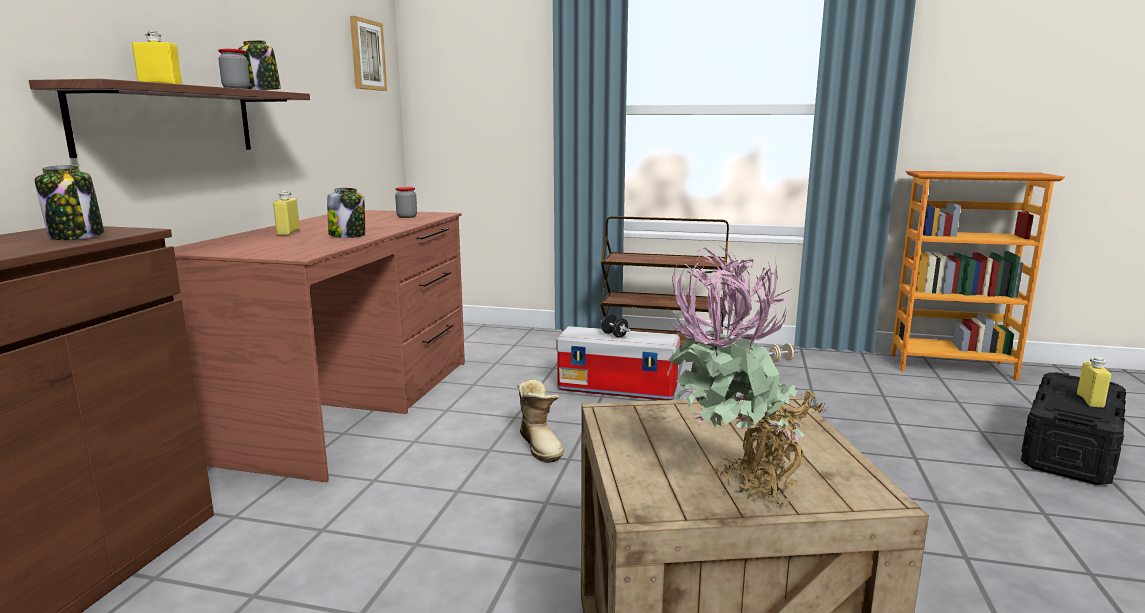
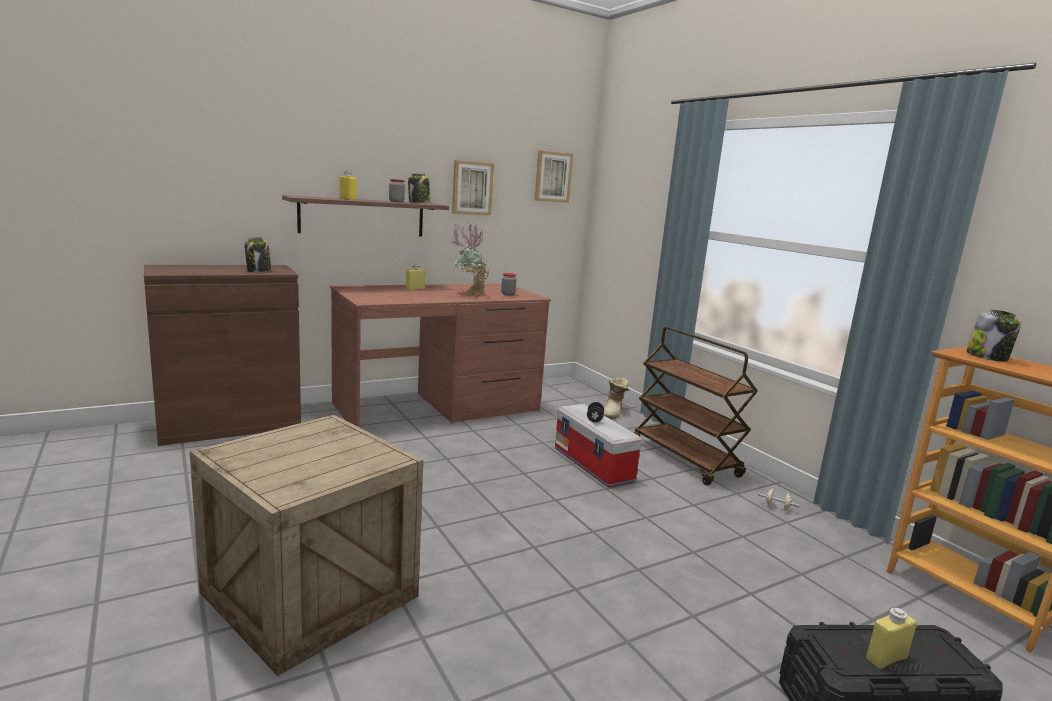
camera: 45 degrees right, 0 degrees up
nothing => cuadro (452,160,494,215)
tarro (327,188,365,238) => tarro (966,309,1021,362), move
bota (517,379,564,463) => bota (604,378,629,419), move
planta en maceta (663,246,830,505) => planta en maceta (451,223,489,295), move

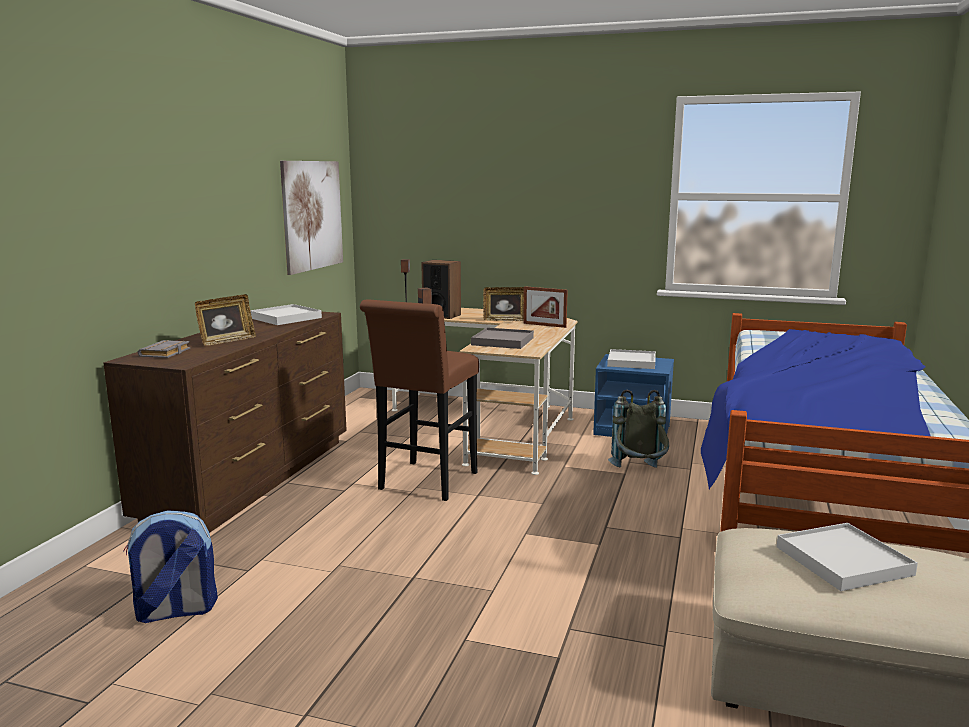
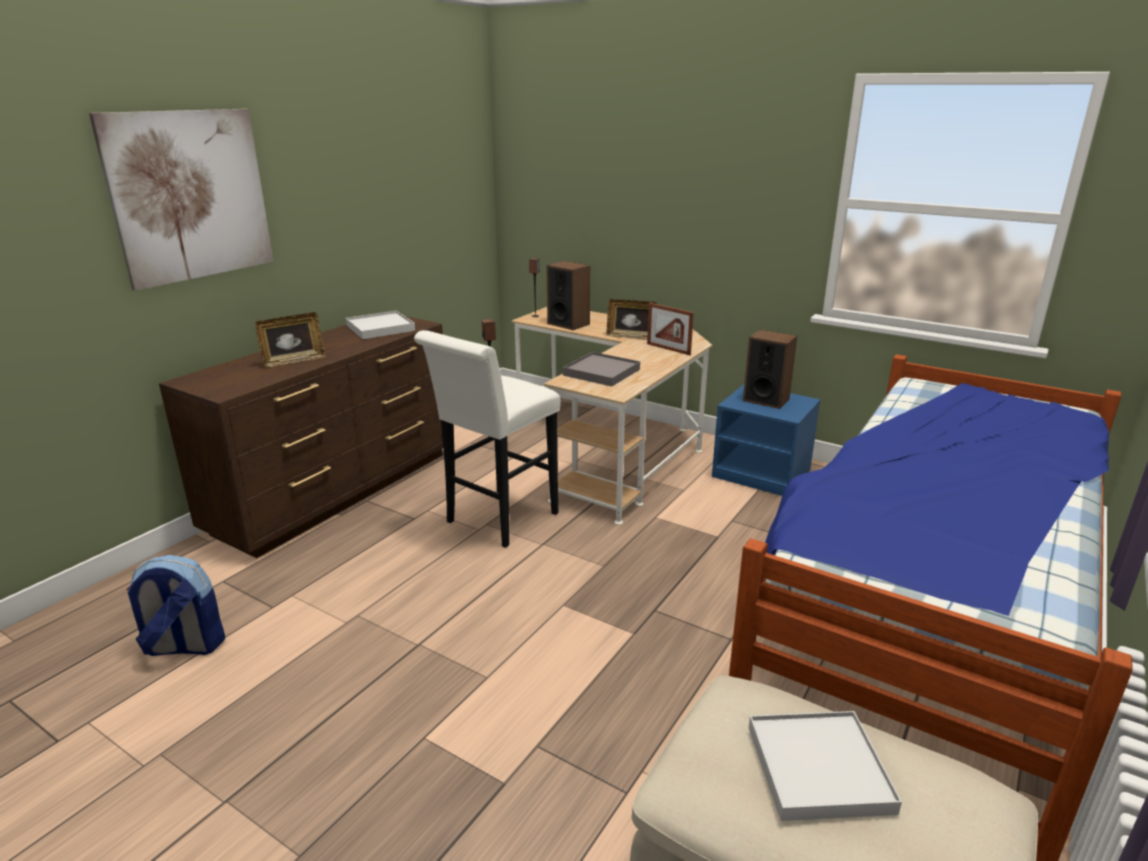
camera: 15 degrees right, 10 degrees up
libro (gris) (138,340,191,358) => nothing
mochila (gris) (608,390,669,468) => nothing
cuadro (280,161,343,275) => cuadro (89,109,274,291), move
bandeja (blanco) (607,349,656,369) => altavoz (743,330,797,409)
taburete (marrón) (360,299,479,501) => taburete (blanco) (414,330,561,548)

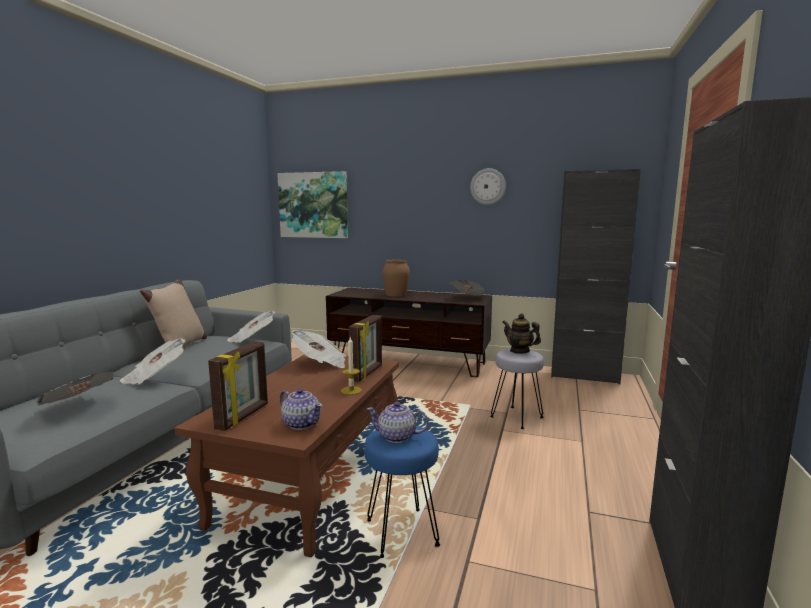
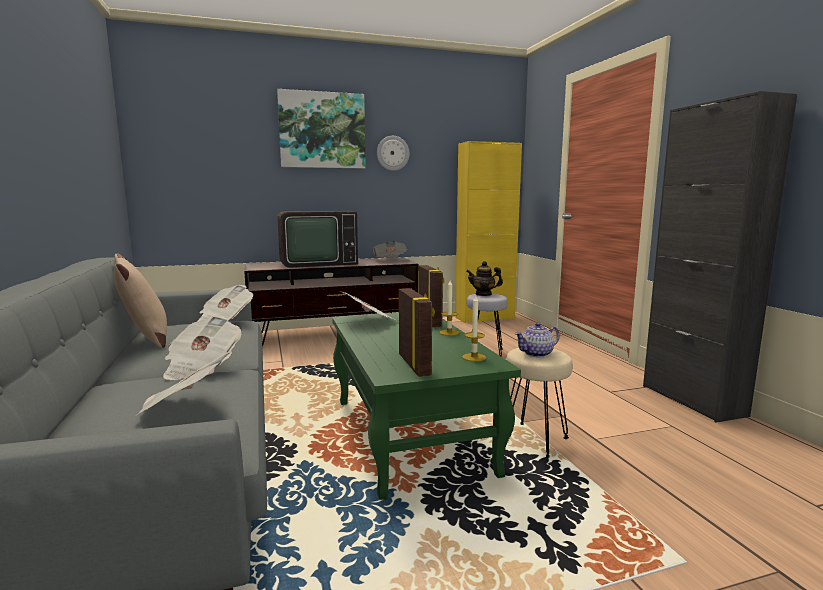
camera: 35 degrees left, 0 degrees up
cuadro (277,171,348,238) => cuadro (277,89,366,169), move
tetera (280,389,323,430) => vela (462,296,486,362)
florero (marrón) (382,260,410,297) => televisor (277,211,358,268)
mesa de centro (marrón) (175,355,399,557) => mesa de centro (verde) (332,313,521,500)
taburete (azul) (364,426,440,558) => taburete (beis) (506,348,573,458)
armario (negro) (551,169,641,384) => armario (amarillo) (455,141,522,323)

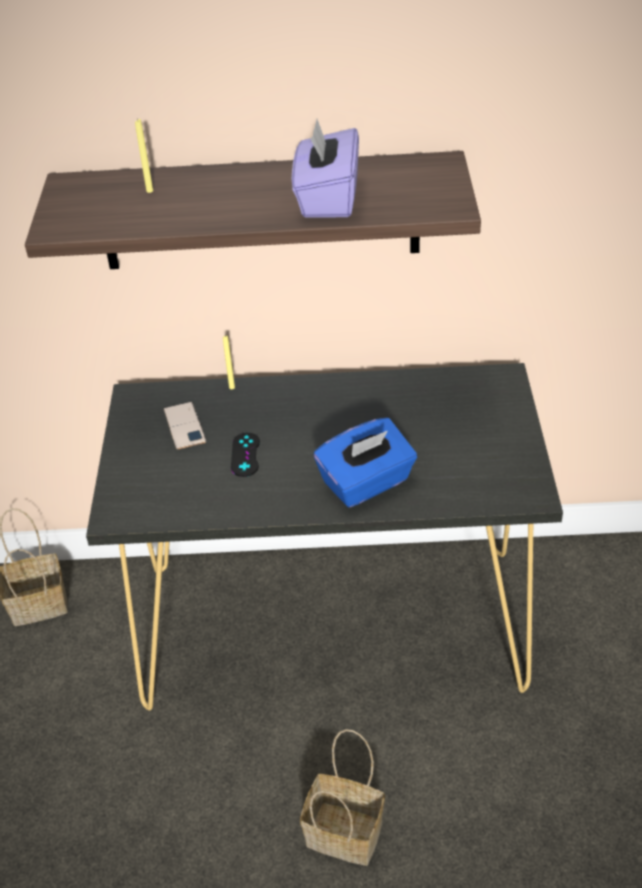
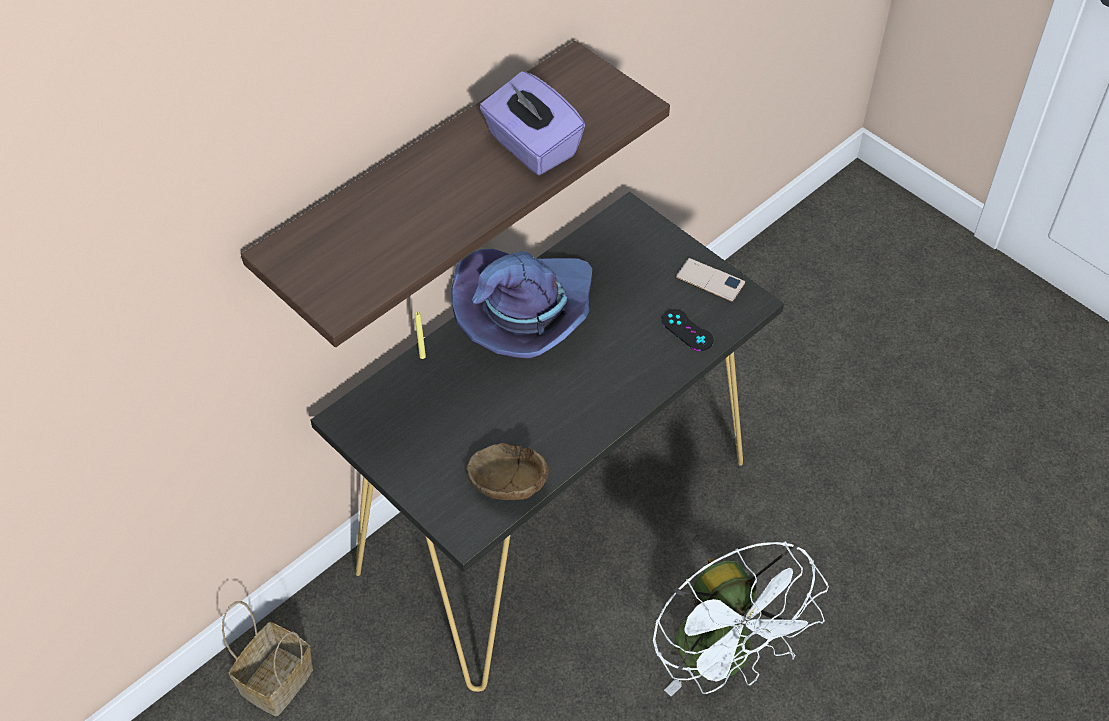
camera: 45 degrees left, 10 degrees up
vela (amarillo) (135,118,153,193) => nothing
caja de pañuelos (azul) (314,418,417,507) => nothing
nothing => sombrero (morado) (452,249,592,359)
nothing => cuenco (marrón) (466,443,549,500)
móvil (164,402,206,450) => móvil (676,258,746,302), move
mando de consola (negro) (231,433,260,477) => mando de consola (negro) (661,309,713,351), move
cesta (300,729,385,866) => ventilador (blanco) (653,542,829,696)

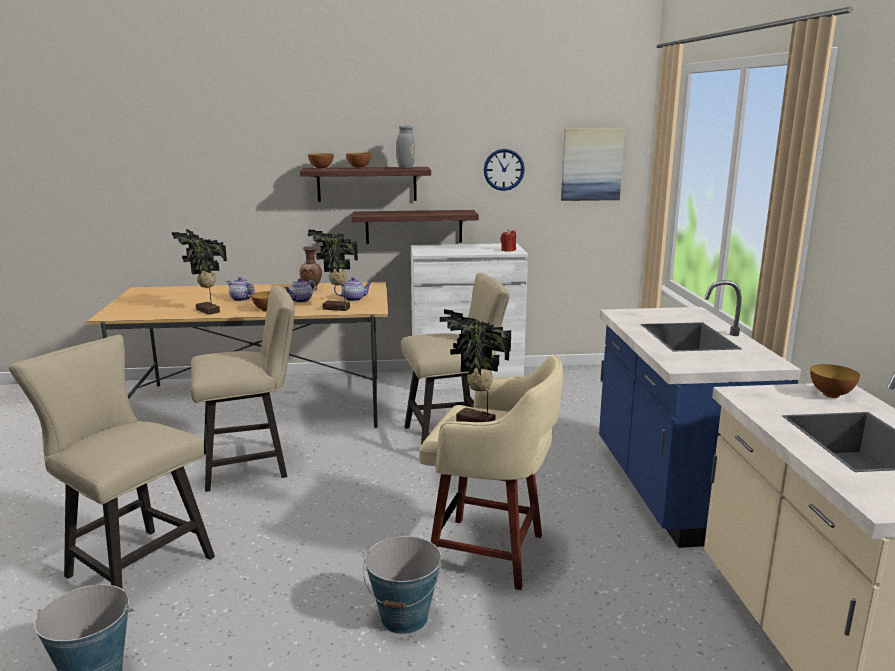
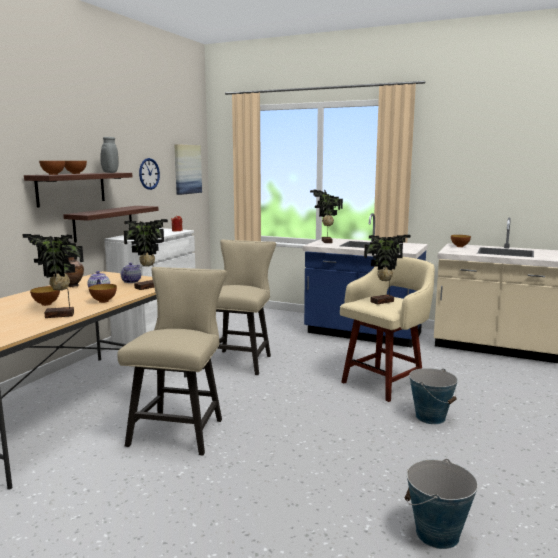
camera: 60 degrees left, 5 degrees down
silla (beis) (9,335,215,589) => nothing
nothing => planta en maceta (310,189,343,243)
tetera (227,277,255,301) => cuenco (30,286,60,306)

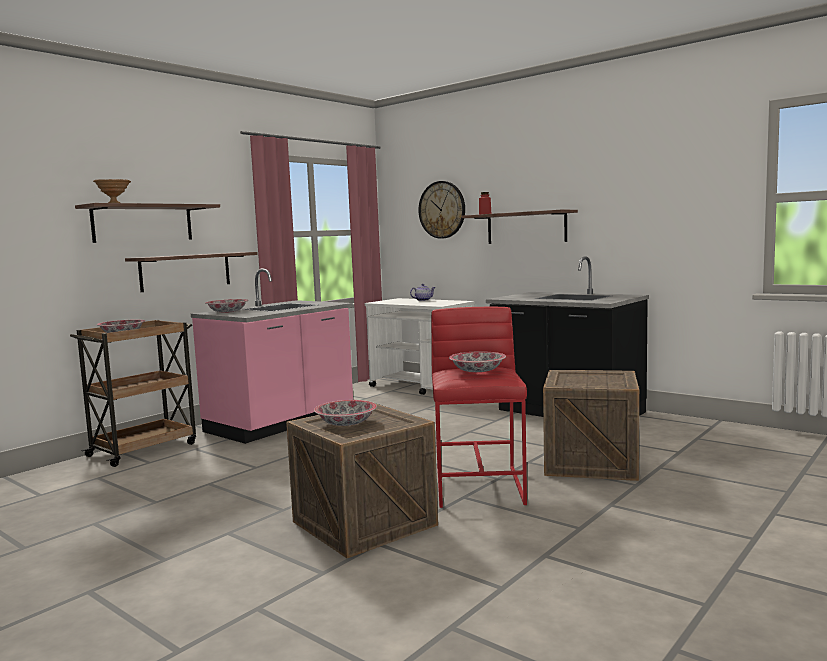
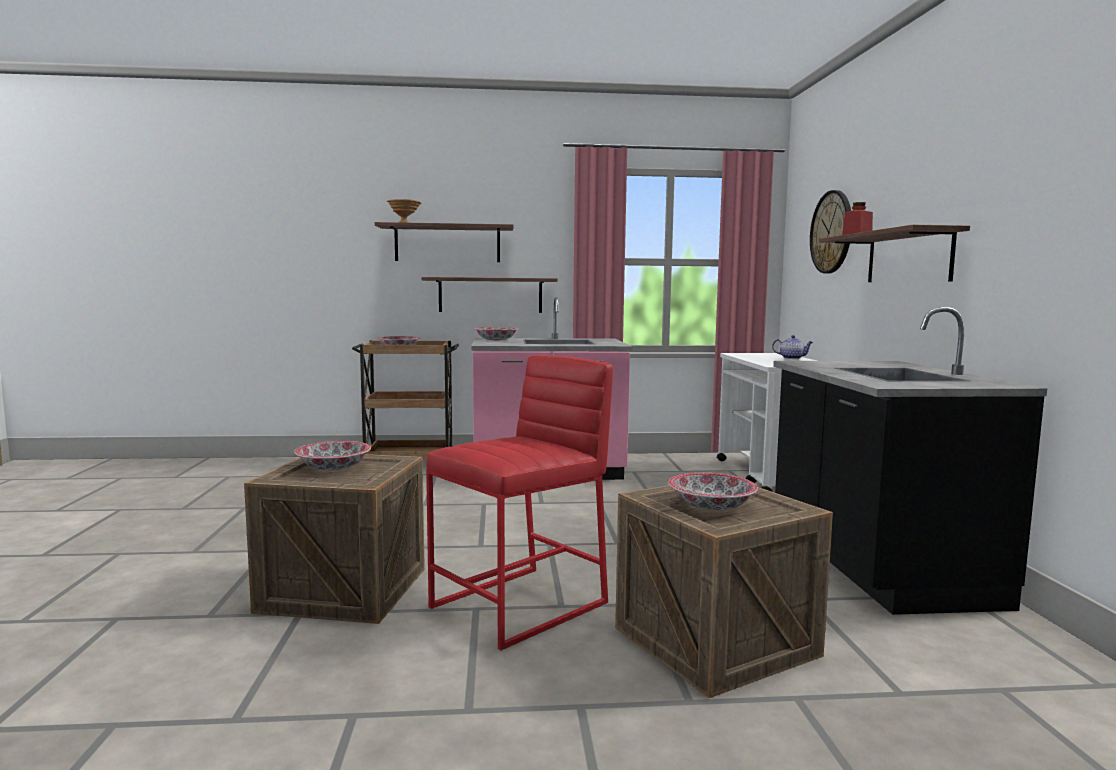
camera: 45 degrees right, 0 degrees up
cuenco (449,351,506,372) => cuenco (668,473,758,510), move

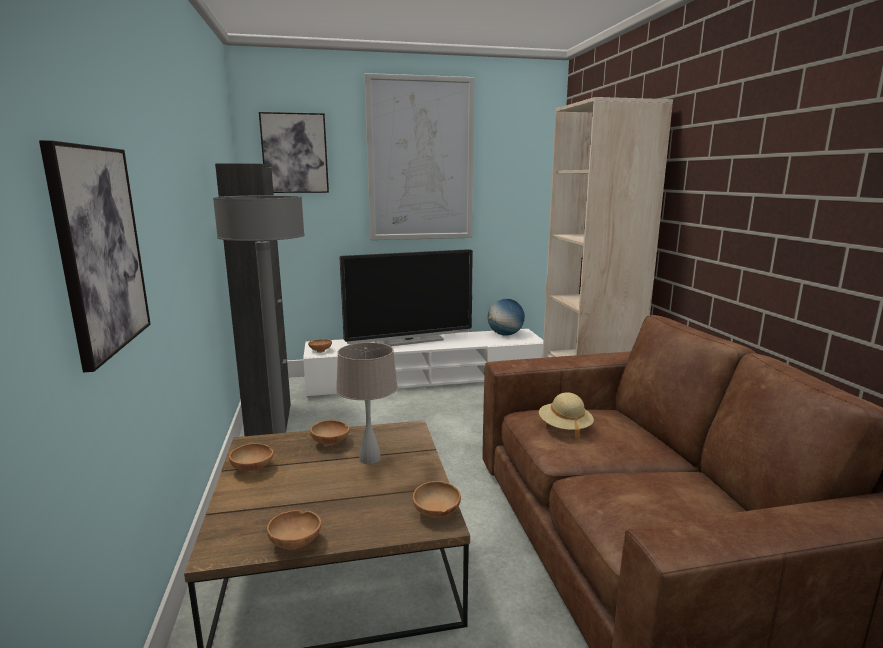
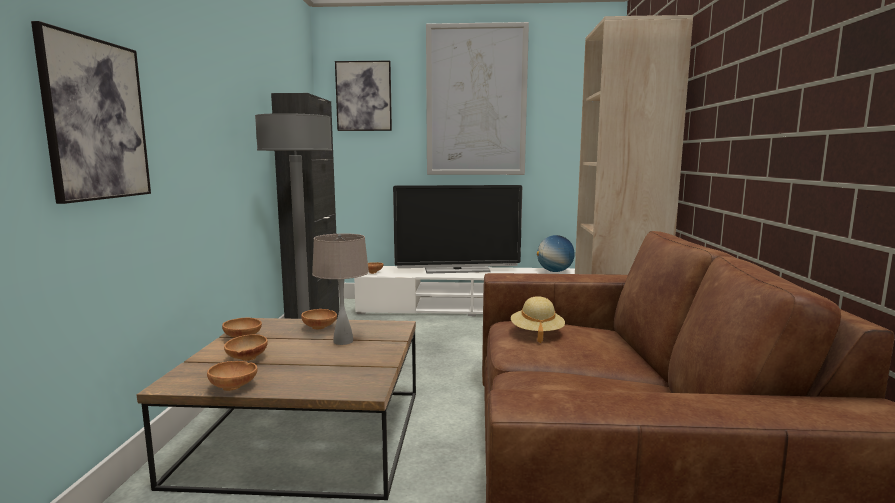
camera: 15 degrees right, 5 degrees down
cuenco (marrón) (413,481,461,518) => cuenco (marrón) (224,334,268,361), move

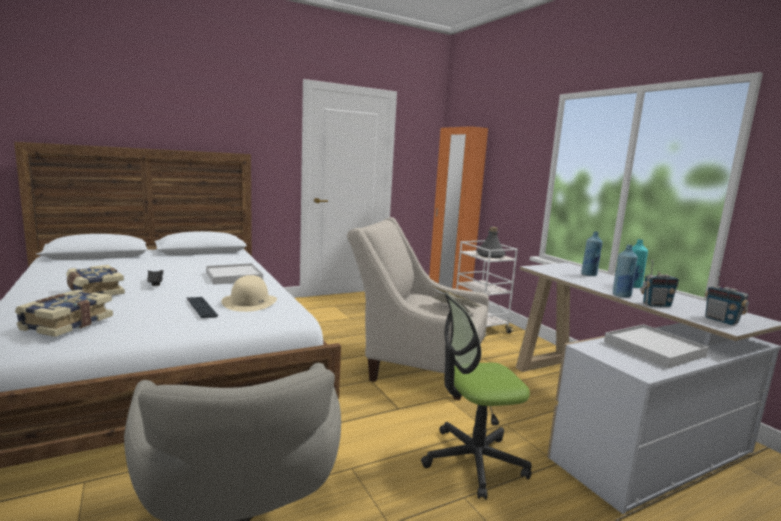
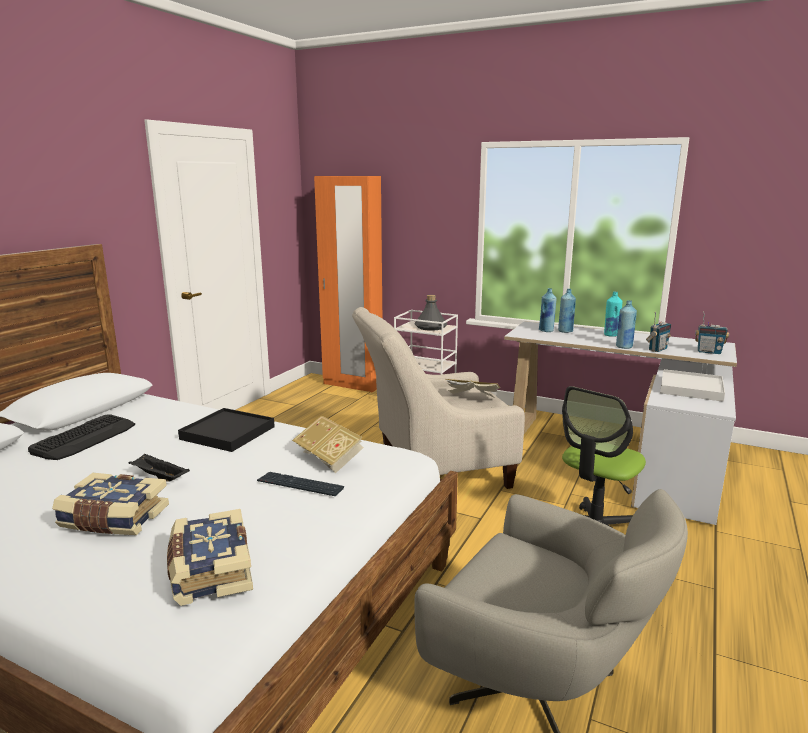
camera: 35 degrees left, 5 degrees up
nothing => teclado (28,415,135,460)
nothing => botella (azul) (539,288,557,332)
sombrero (beis) (221,275,277,312) => libro (292,415,364,473)
bandeja (blanco) (206,263,263,285) => bandeja (negro) (178,408,275,452)

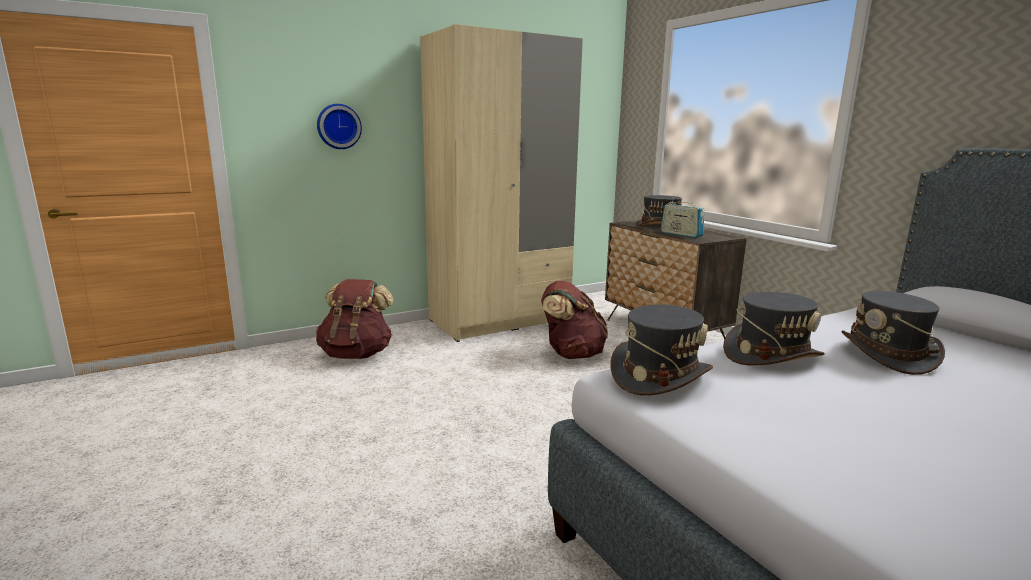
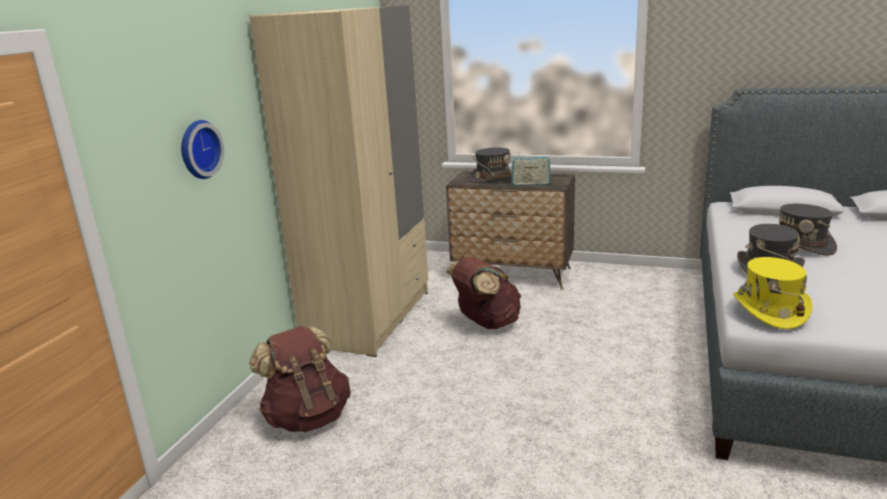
camera: 40 degrees left, 5 degrees up
sombrero (gris) (610,305,713,396) => sombrero (amarillo) (733,257,813,329)

